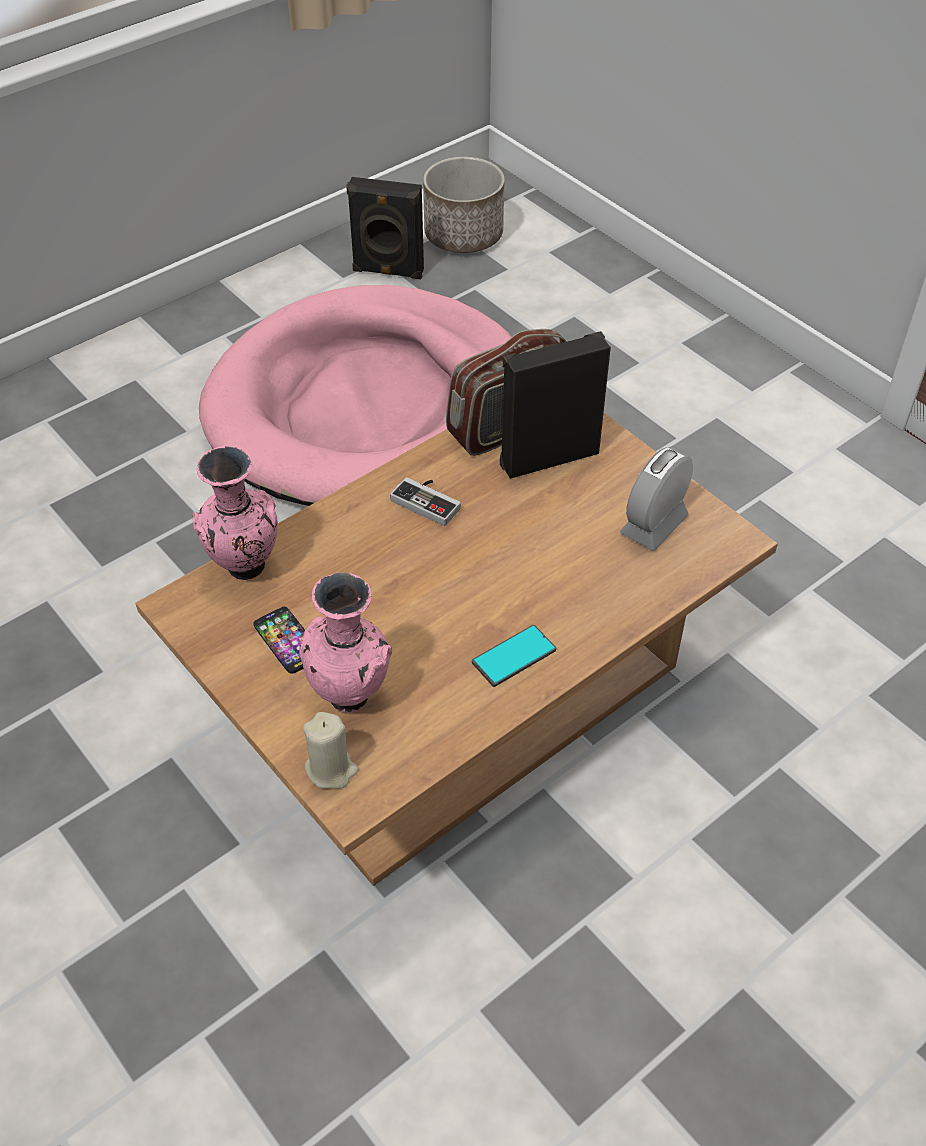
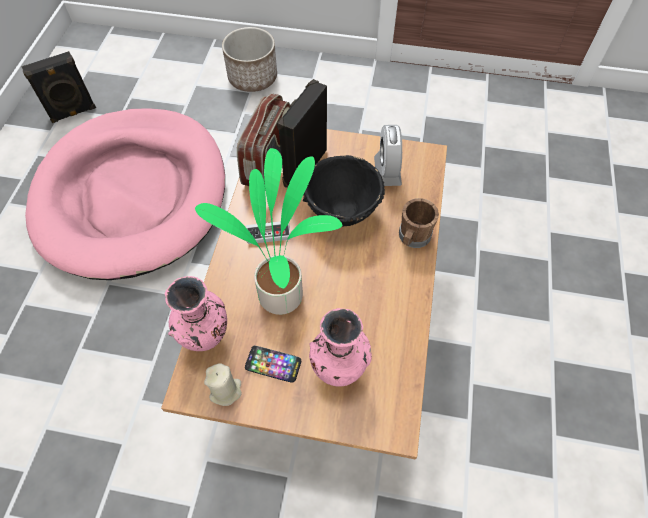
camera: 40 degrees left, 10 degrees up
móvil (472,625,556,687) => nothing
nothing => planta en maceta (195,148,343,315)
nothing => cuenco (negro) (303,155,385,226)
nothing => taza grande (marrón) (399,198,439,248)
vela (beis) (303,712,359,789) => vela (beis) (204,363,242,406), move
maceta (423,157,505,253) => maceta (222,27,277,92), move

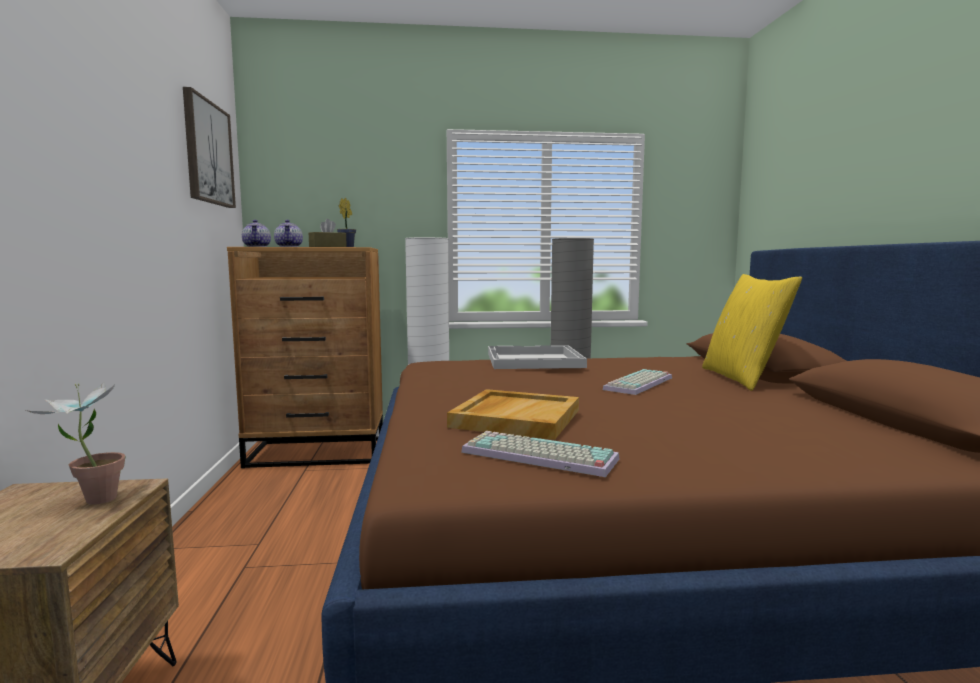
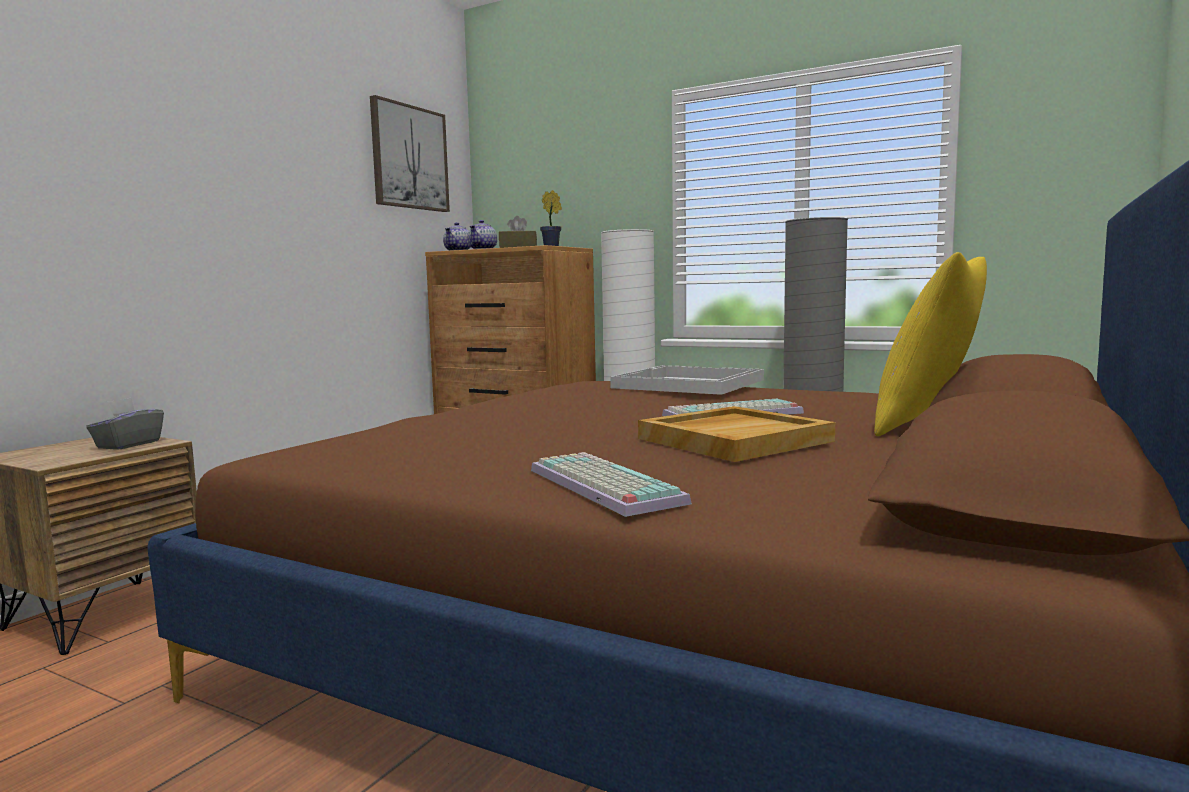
camera: 35 degrees right, 0 degrees up
bandeja (beis) (447,389,579,440) => bandeja (beis) (638,406,835,462), move
teclado (461,431,620,477) => teclado (531,452,692,517), move
planta en maceta (26,382,125,505) => caja de pañuelos (gris) (86,397,164,450)

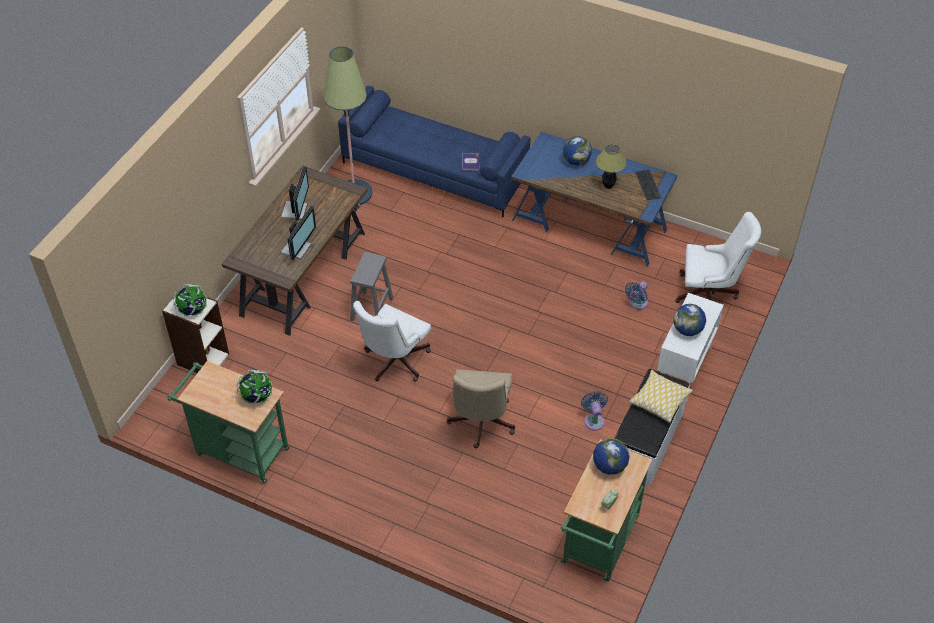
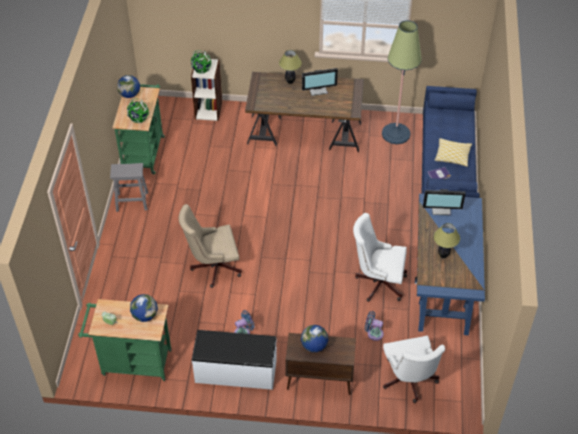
camera: 70 degrees right, 0 degrees up
teclado (635,169,661,200) => nothing
nothing => lámpara de mesa (279,50,302,84)
monitor (281,206,316,260) => monitor (423,189,466,215), move
taburete (gris) (350,252,393,321) => taburete (gris) (110,163,148,212), move
silla de oficina (blanco) (353,301,431,382) => silla de oficina (blanco) (353,213,407,302), move
globo terráqueo (563,136,592,166) => globo terráqueo (117,75,140,98), move
cojín (629,370,693,423) => cojín (434,138,472,167), move
armario (blanco) (657,293,724,401) => armario (marrón) (285,333,356,395)

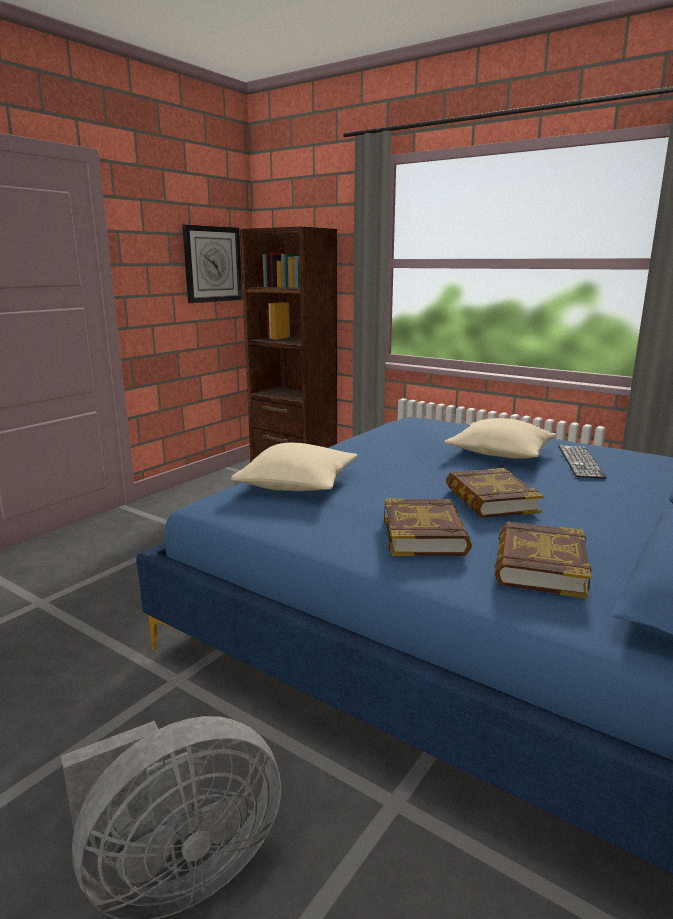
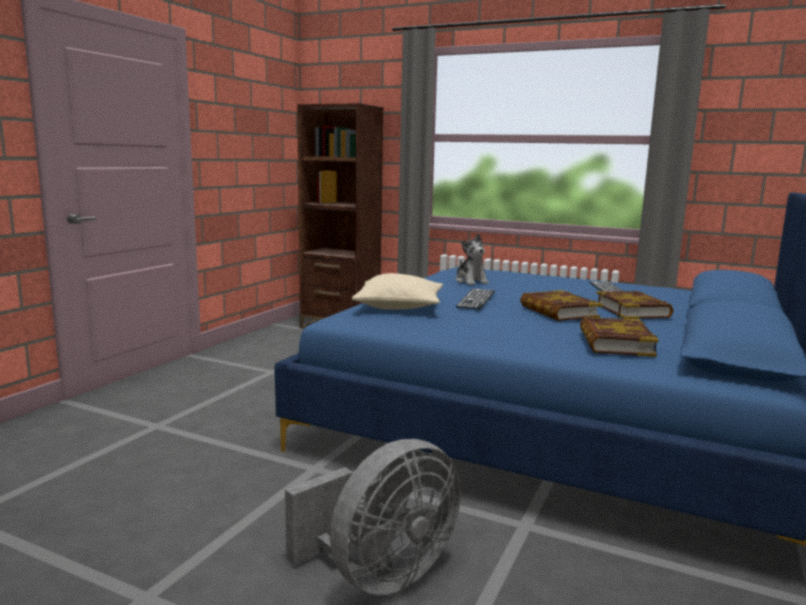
camera: 10 degrees left, 5 degrees down
reloj de pared (182,224,243,303) => nothing
cojín (beis) (444,418,557,459) => nothing
nothing => peluche (456,233,489,285)
nothing => teclado (456,289,495,309)
libro (384,498,472,556) => libro (596,291,674,319), move

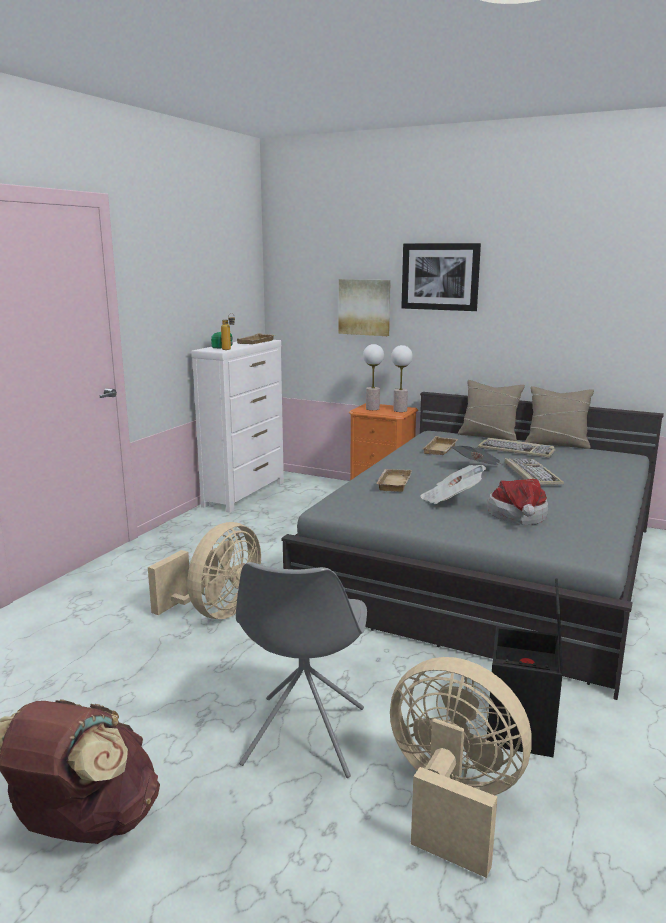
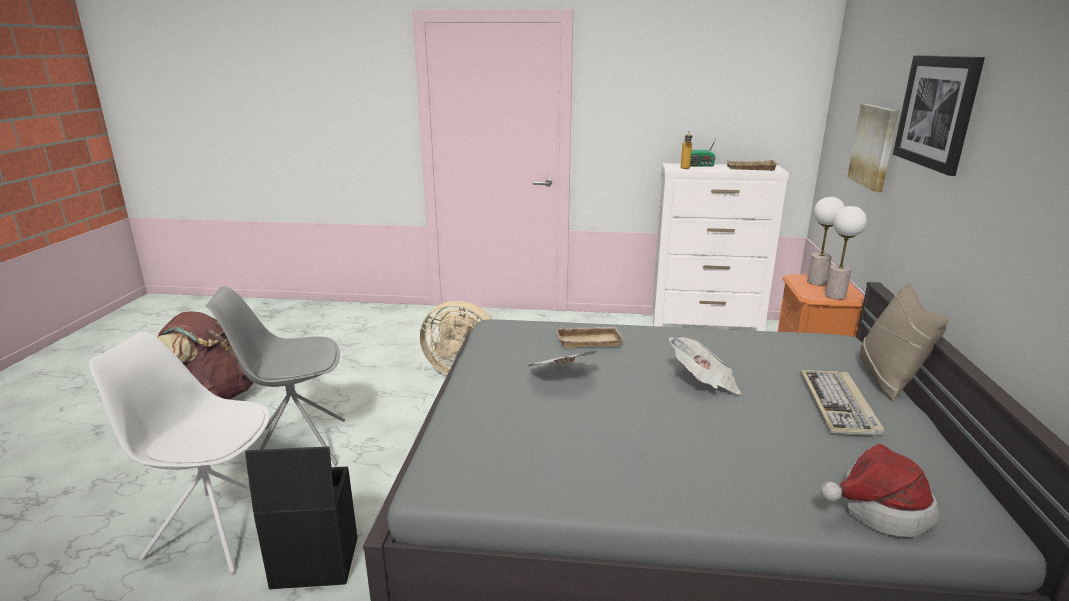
camera: 70 degrees right, 5 degrees up
bandeja (beis) (423,436,458,455) => nothing
teclado (504,458,564,486) => nothing
cojín (beis) (525,386,594,449) => nothing
sombrero (487,479,548,525) => sombrero (821,444,939,537), move
ventilador (beis) (390,657,532,878) => silla (blanco) (89,332,270,574)

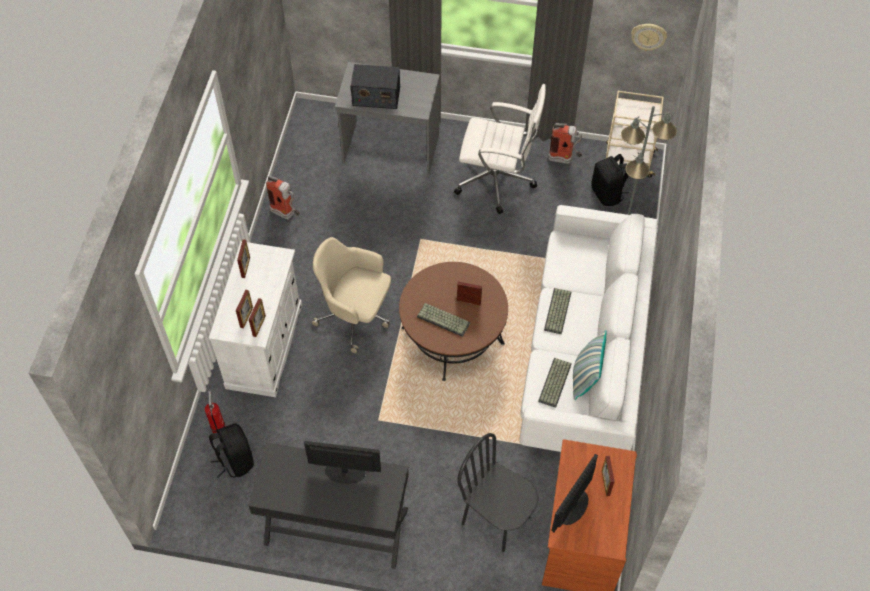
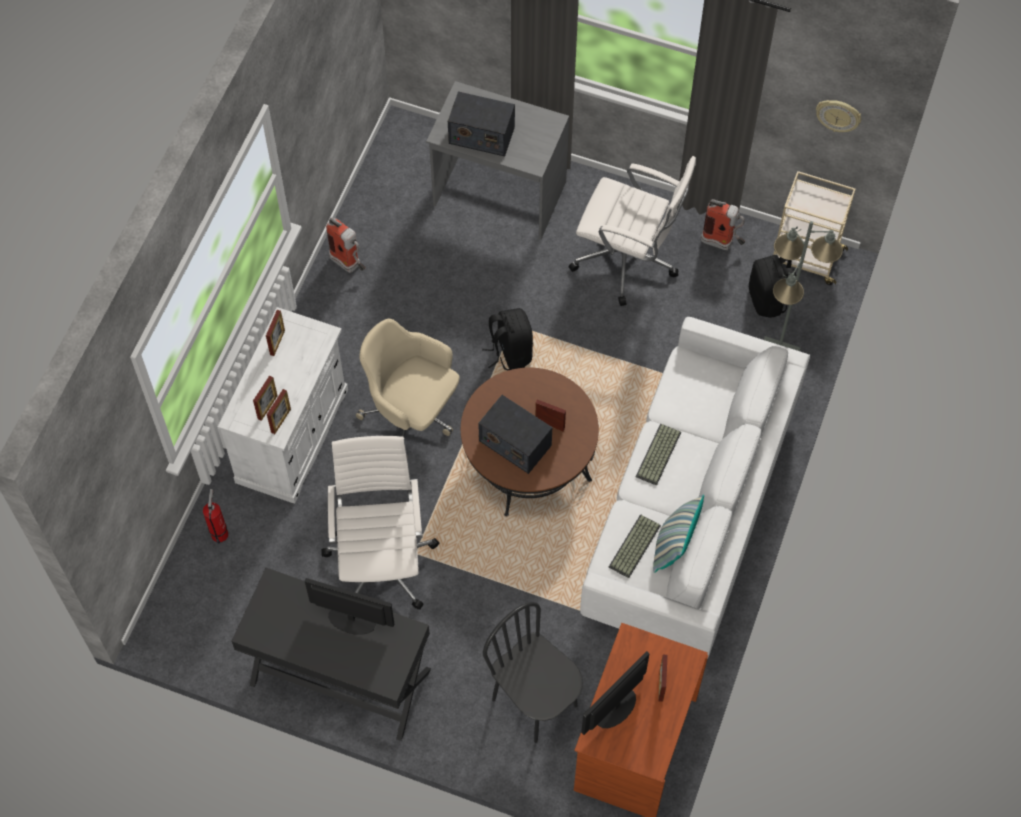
camera: 10 degrees right, 5 degrees up
nothing => silla de oficina (blanco) (321,436,439,609)
mochila (negro) (209,423,254,478) => mochila (negro) (482,308,533,370), move
teclado (417,303,470,337) => radio (478,395,552,474)

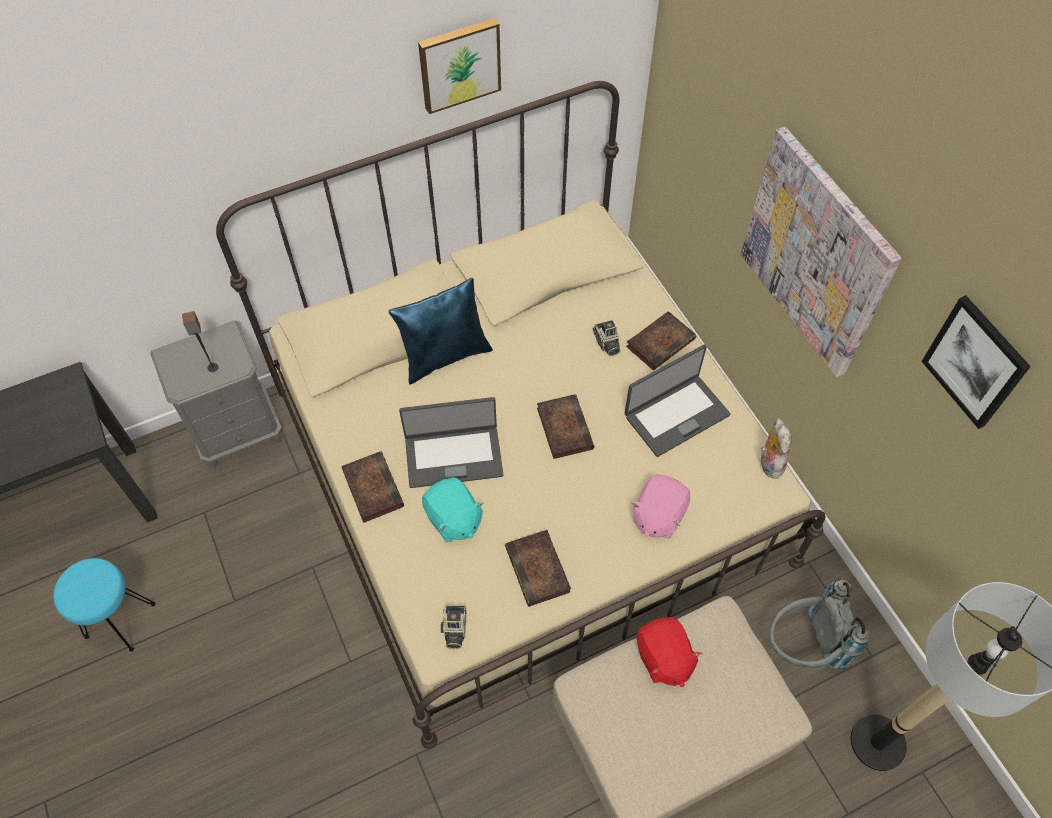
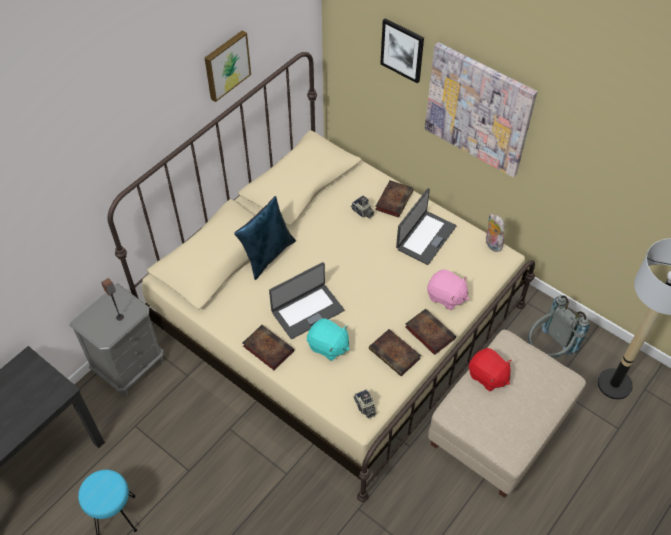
camera: 25 degrees left, 5 degrees down
libro (537,394,594,459) => libro (405,309,456,355), move
cuadro (922,295,1031,429) => cuadro (380,18,424,83), move
peluche (rosa) (631,475,690,539) => peluche (rosa) (427,269,469,310), 60 degrees counterclockwise

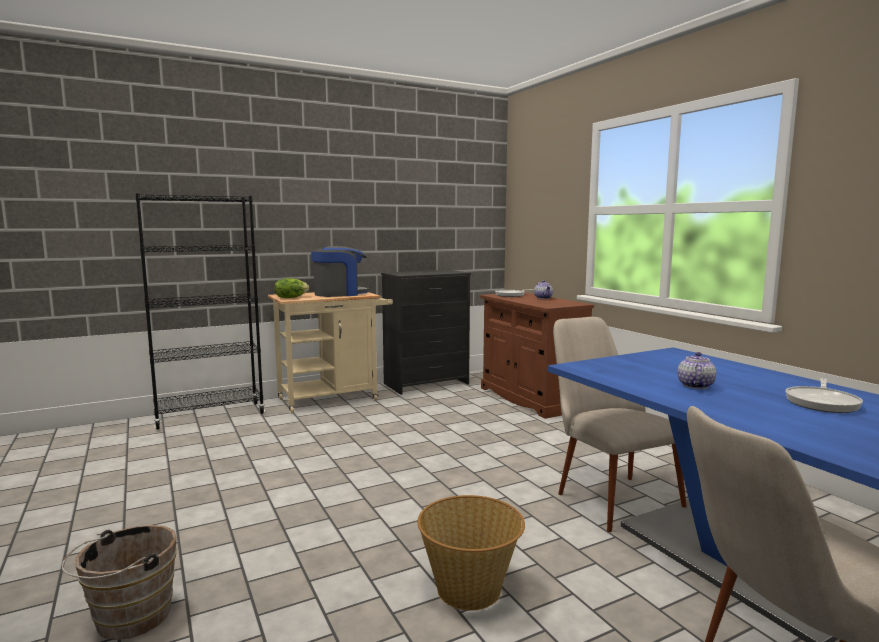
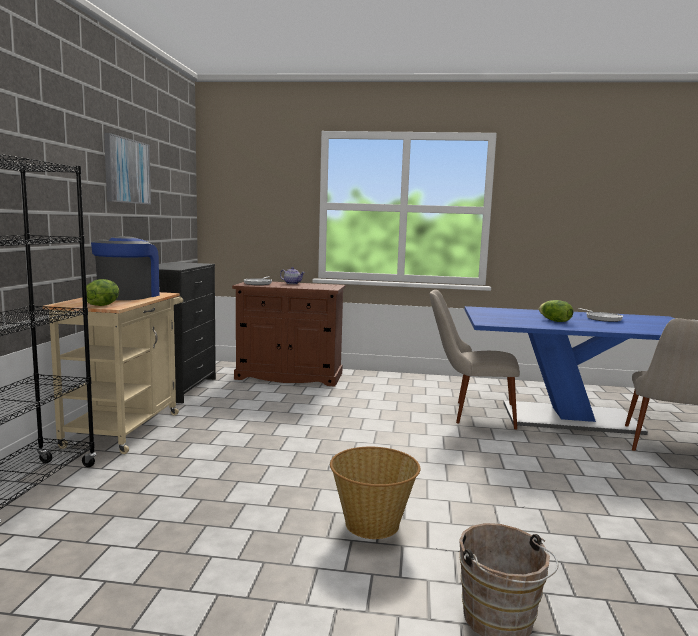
camera: 55 degrees left, 0 degrees up
nothing => cuadro (104,133,151,204)
cesta (417,495,525,611) => cesta (330,447,420,539), move
tetera (677,352,716,389) => lechuga (539,300,574,322)

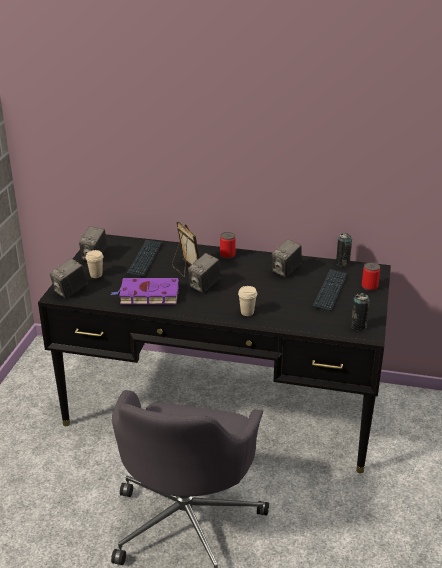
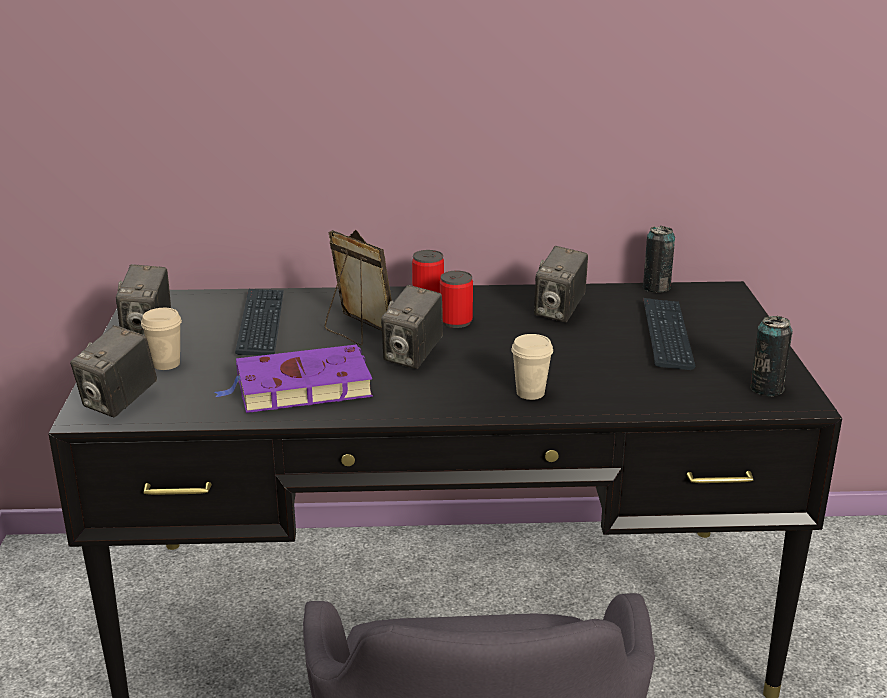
camera: 15 degrees left, 5 degrees down
lata (362,262,380,291) => lata (440,271,473,328), move

